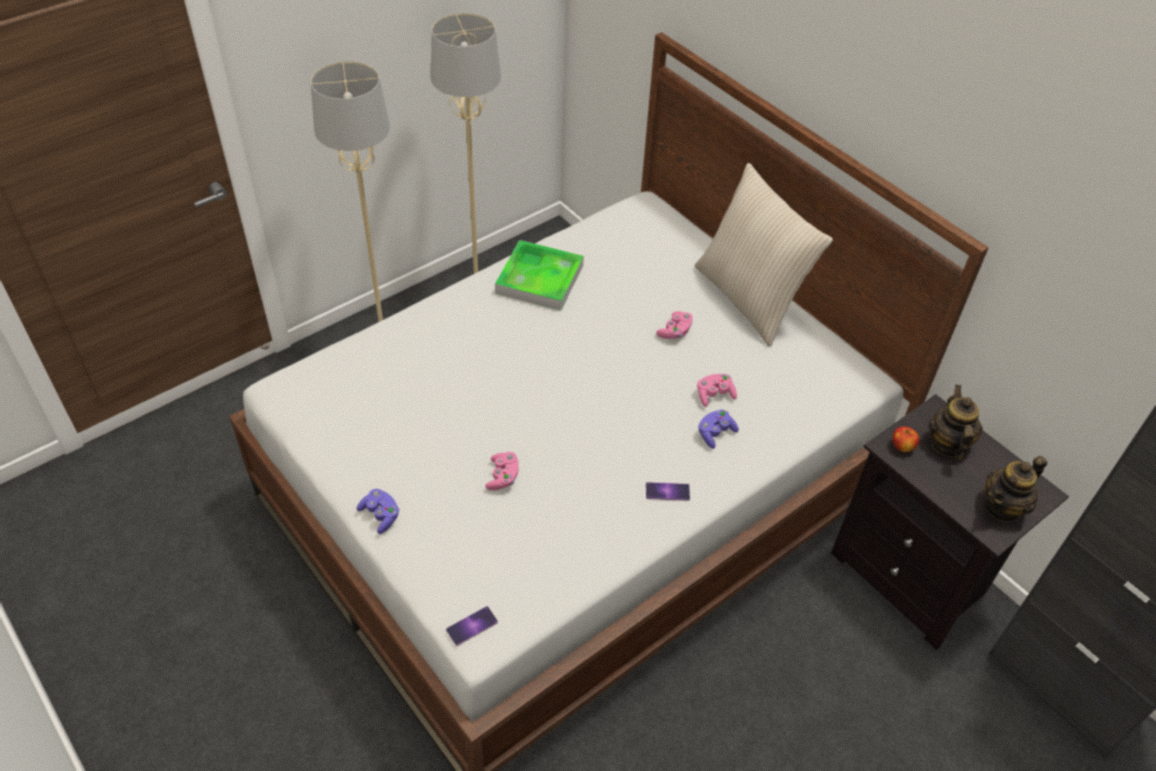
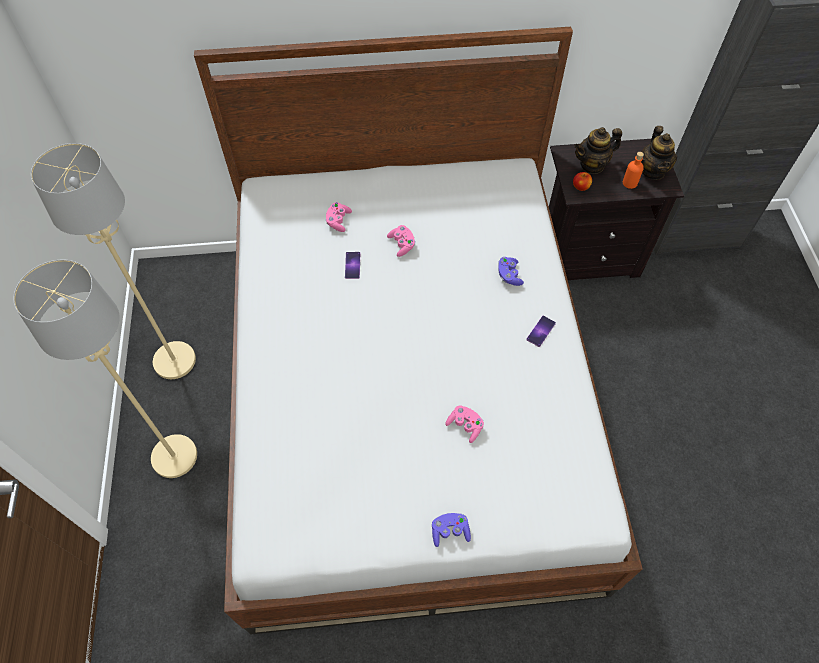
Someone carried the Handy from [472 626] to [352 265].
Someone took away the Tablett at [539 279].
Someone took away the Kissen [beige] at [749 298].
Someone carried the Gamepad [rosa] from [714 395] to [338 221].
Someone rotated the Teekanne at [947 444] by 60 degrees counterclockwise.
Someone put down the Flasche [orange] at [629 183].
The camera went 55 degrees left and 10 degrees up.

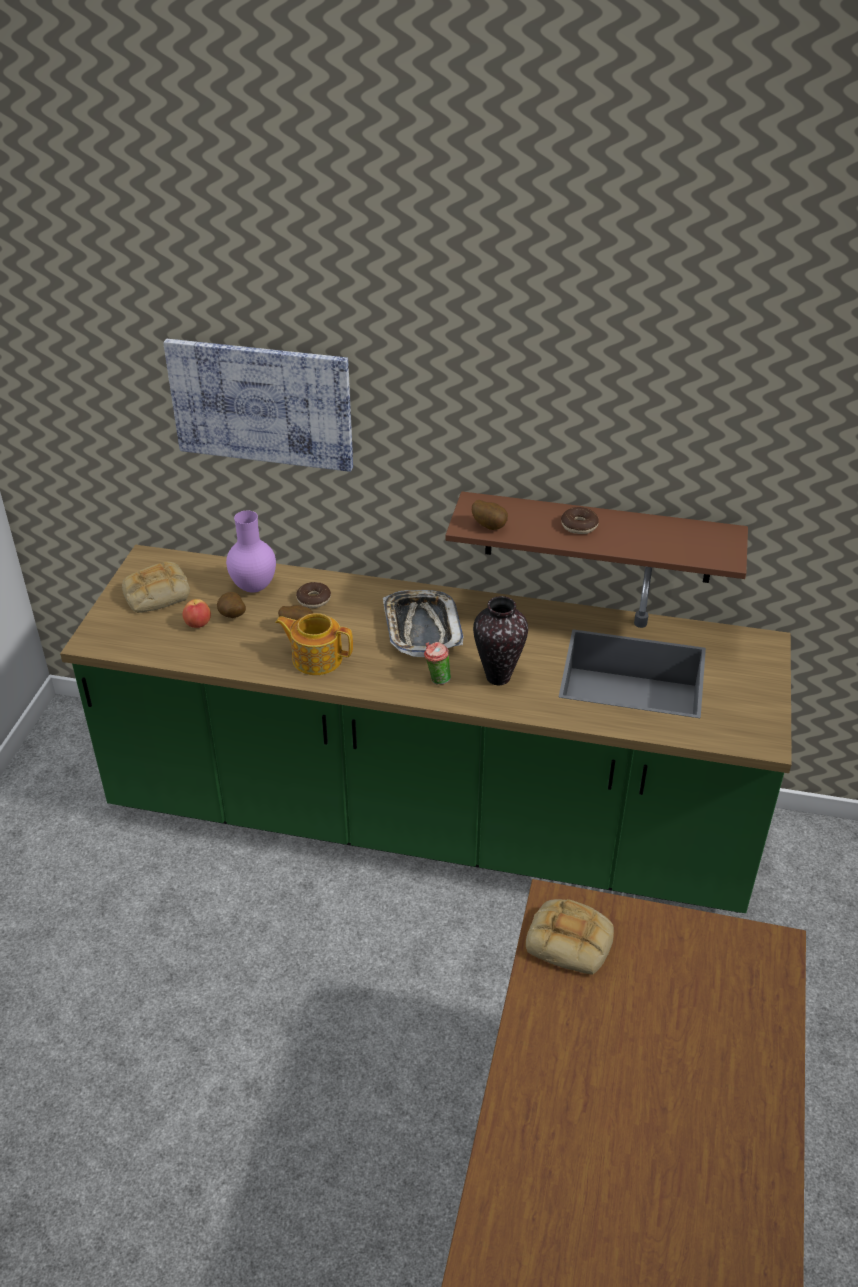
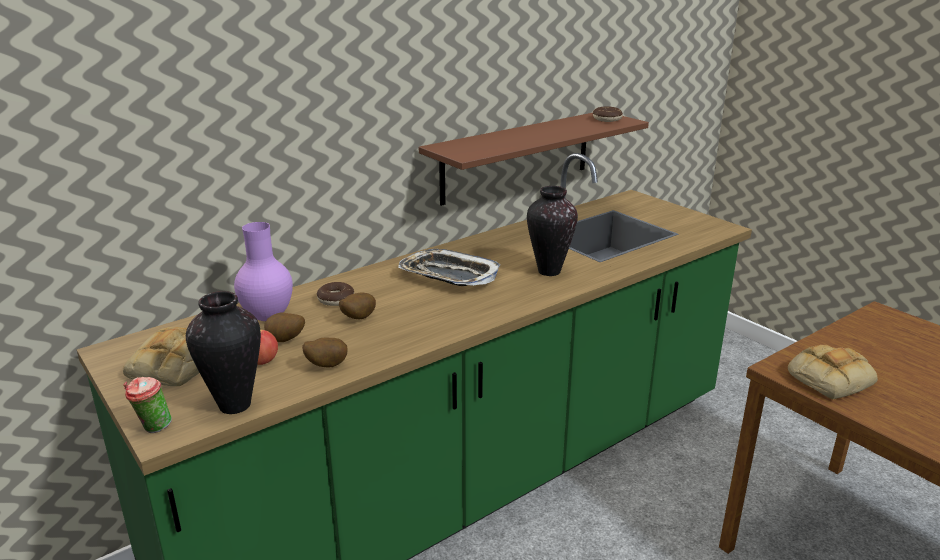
Someone took away the Bild at [262 403].
Someone took away the Teekanne at [316 658].
Someone carried the Tasse from [436 679] to [152 428].
Someone carried the Kartoffel from [490 526] to [326 365].
Someone carried the Donut from [579 526] to [607 119].
Someone put down the Vase at [233 406].
The camera went 50 degrees left and 15 degrees down.

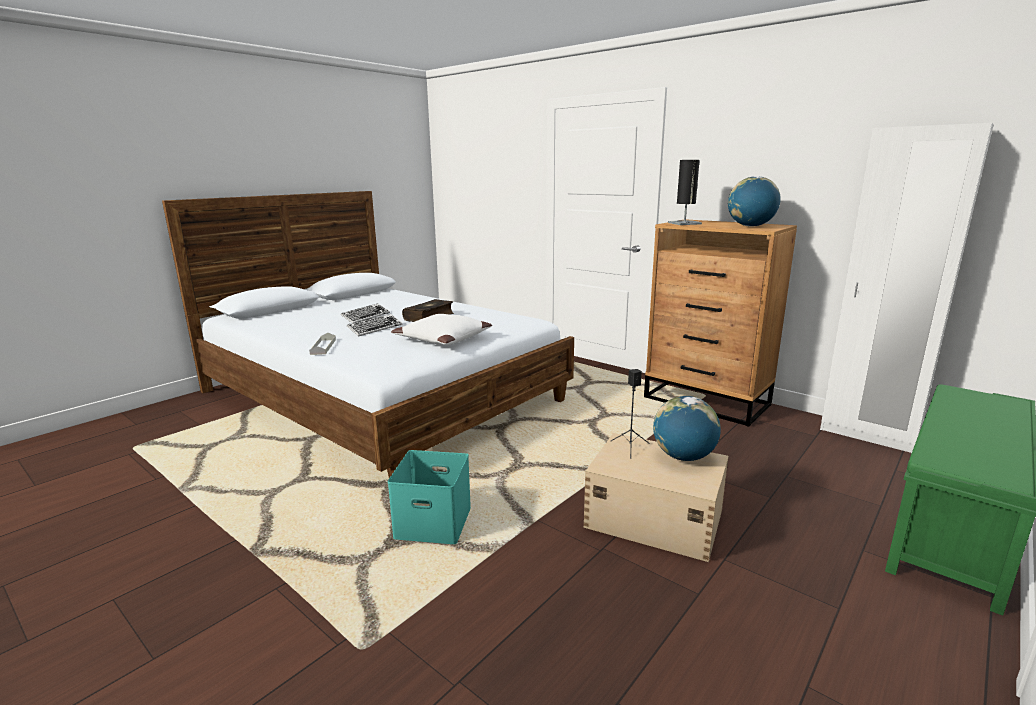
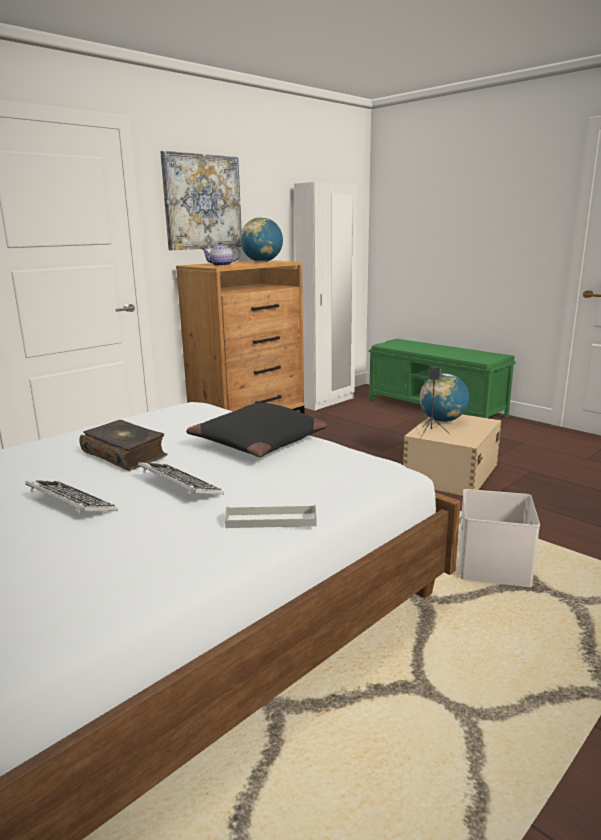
Someone repainted the Aufbewahrungsbox [türkis] at [431 524], which became the Aufbewahrungsbox [weiß] at [495 567].
Someone repainted the Kissen [weiß] at [442 339], which became the Kissen [schwarz] at [259 443].
Someone swapped the Tischlampe [schwarz] at [684 223] for the Teekanne at [221 265].
Someone put up the Bild at [202 202].
The camera went 85 degrees left and 0 degrees up.

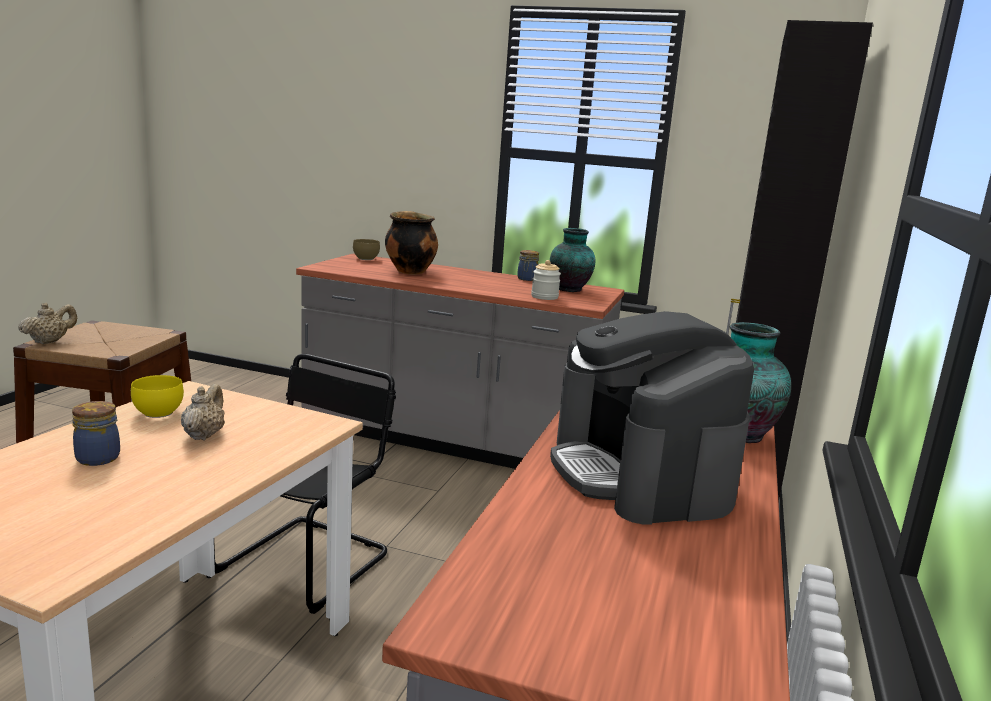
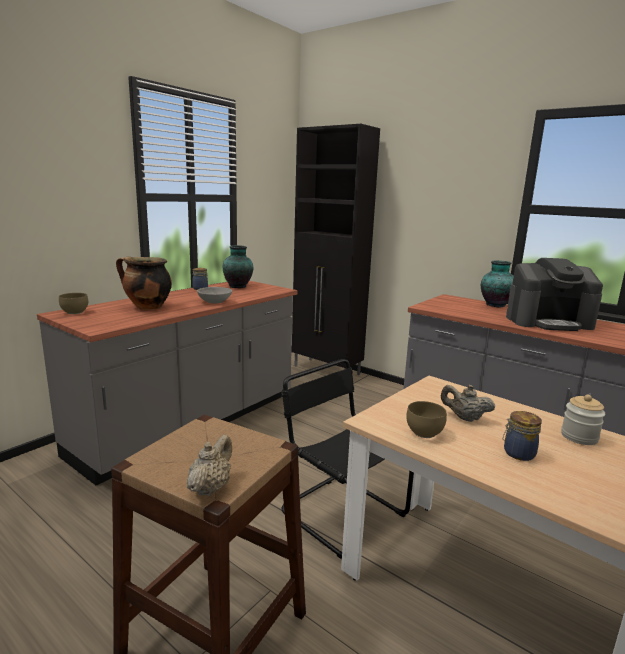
Someone rotated the Teekanne [beige] at [50 341] by 60 degrees clockwise.
Someone repainted the Schüssel [gelb] at [157 413], which became the Schüssel [braun] at [425 433].
Someone carried the Vorratsglas from [544 297] to [579 437].
Someone put down the Schüssel [grau] at [215 302].
The camera went 70 degrees left and 0 degrees up.

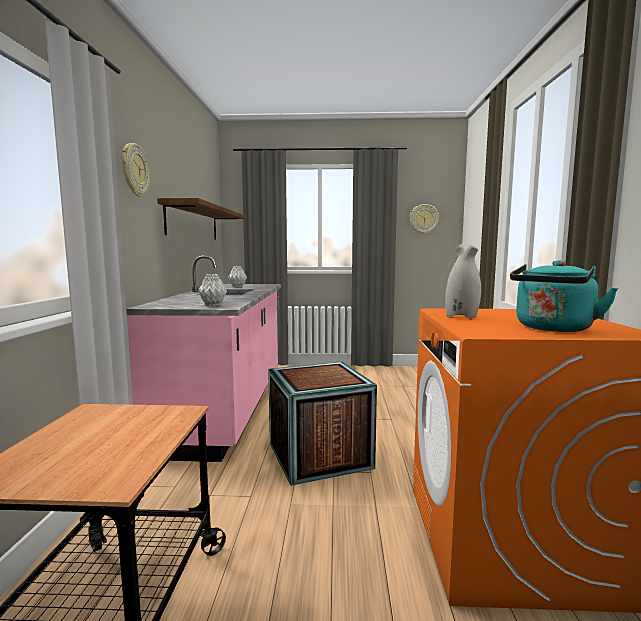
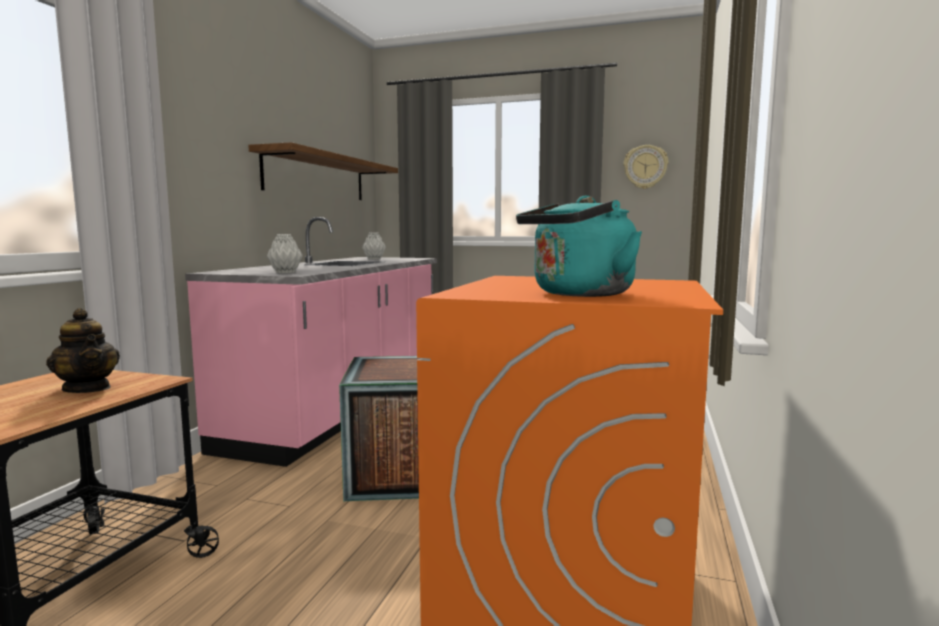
Someone took away the Wanduhr at [134 170].
Someone took away the Vase [weiß] at [461 317].
Someone put down the Teekanne at [88 388].
The camera went 15 degrees right and 0 degrees up.

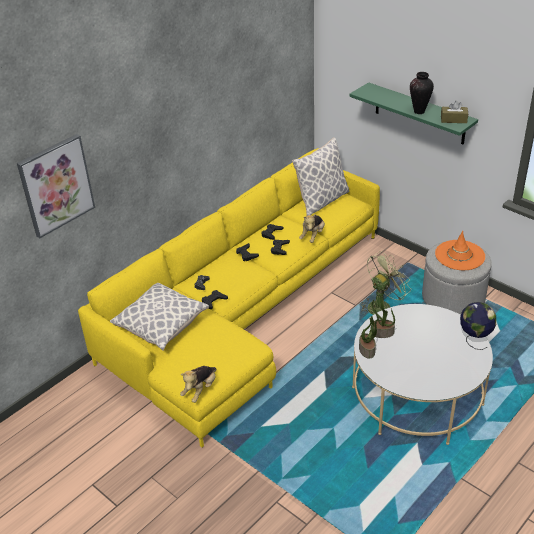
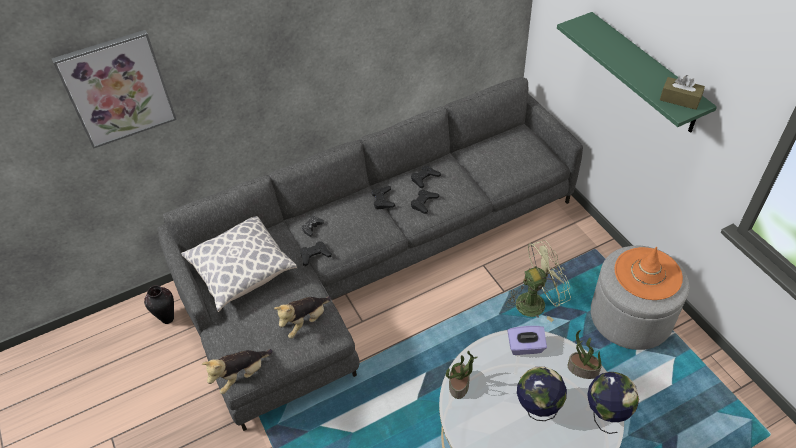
Someone repainted the Sofa [gelb] at [242 312], which became the Sofa [grau] at [369 262].
Someone took away the Kissen at [322 200].
Someone carried the Plüschtier from [313 236] to [305 321].
Someone carried the Topfpflanze from [381 333] to [582 369].
Someone carried the Vase from [419 112] to [167 319].
Someone put down the Taschentuchbox [lila] at [525 347].
Someone put down the Globus at [537 409].
The camera went 20 degrees right and 10 degrees up.

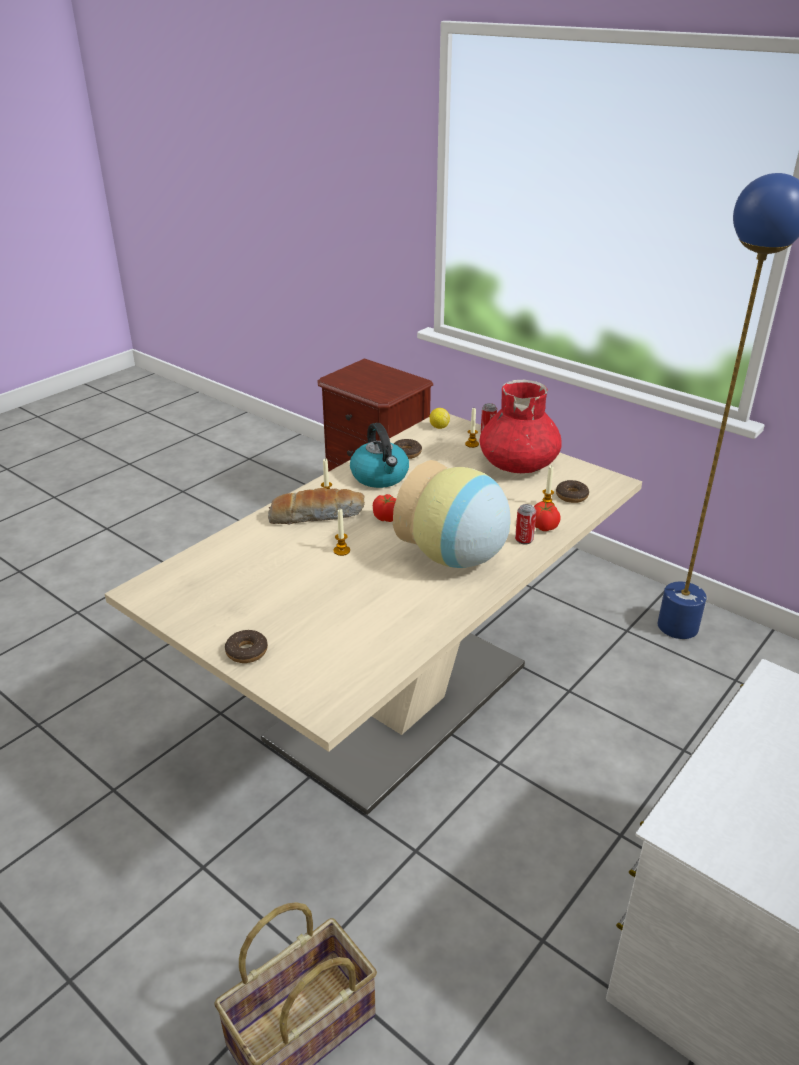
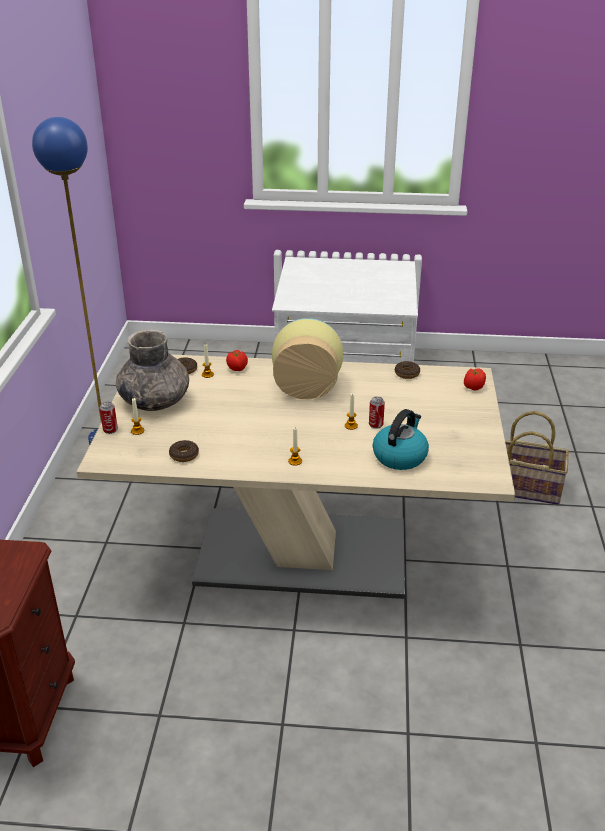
Someone carried the Donut from [247 651] to [407 373].
Someone took away the Brot at [317 515].
Someone carried the Wasserkessel from [380 477] to [400 456].
Someone carried the Tomate from [387 518] to [473 387].
Someone took away the Zitrone at [439 427].
Someone repainted the Vase [rot] at [519 464], which became the Vase [grau] at [154 401].
Someone carried the Dose from [524 540] to [376 425].
The camera went 125 degrees left and 0 degrees up.

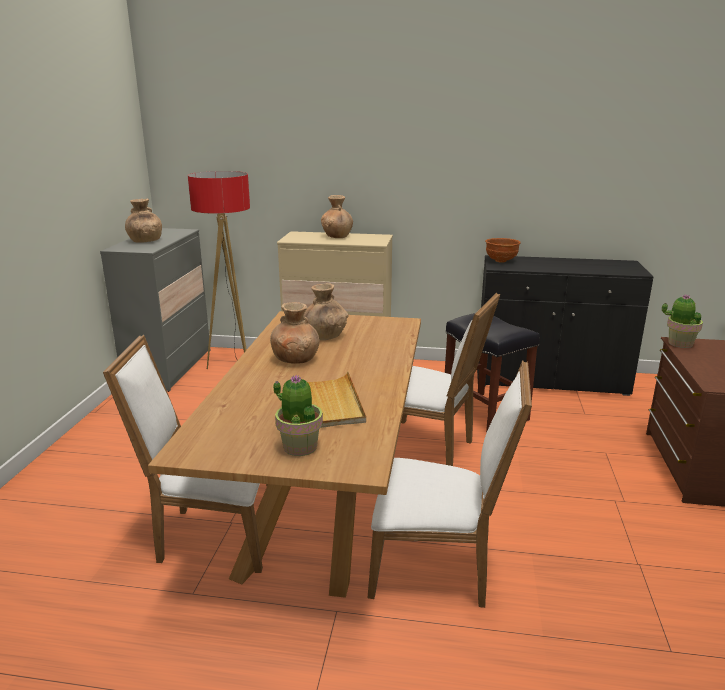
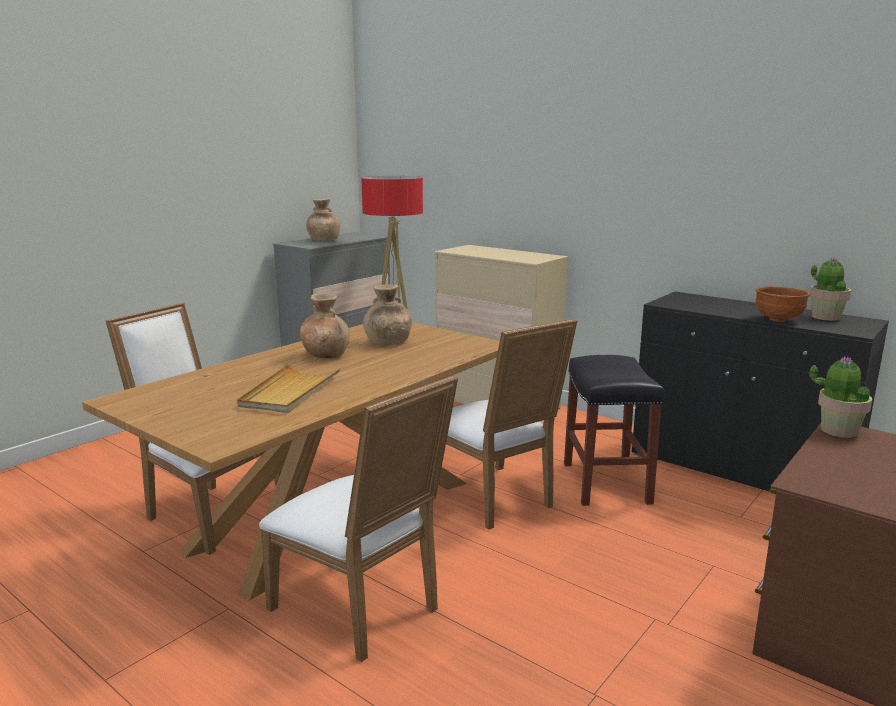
Someone carried the Topfpflanze from [300 446] to [826 317].
Someone took away the Vase [braun] at [337 236].
Someone carried the Schüssel [braun] from [501 261] to [779 320].
The camera went 30 degrees right and 5 degrees down.

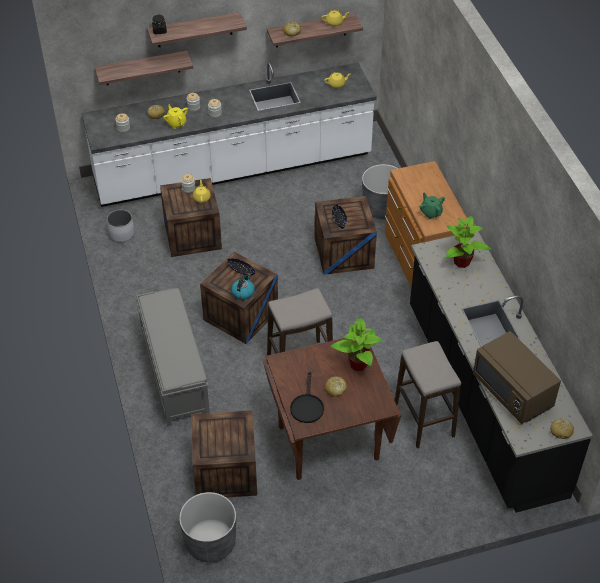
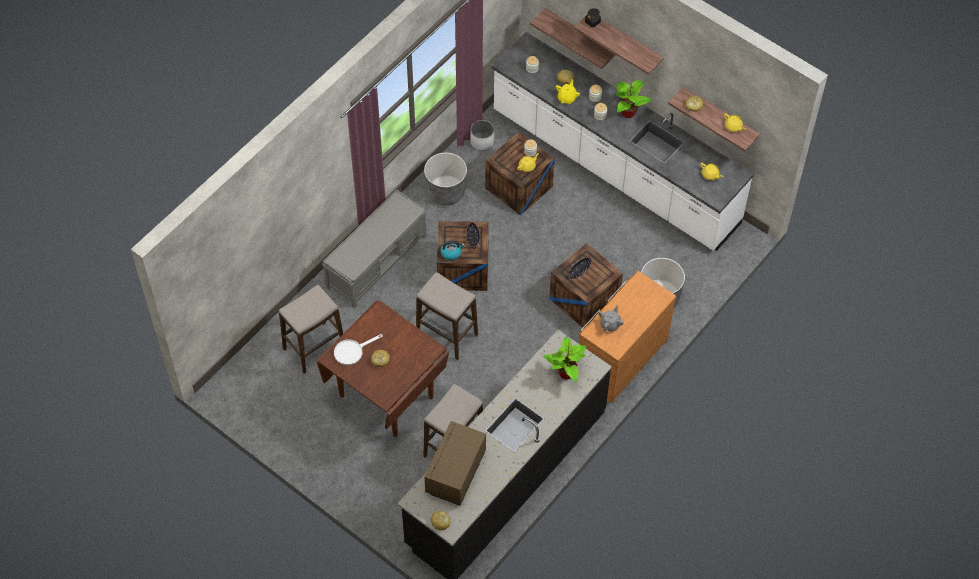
Someone carried the Pflanzkübel [grau] from [210 542] to [446 192].
Someone swapped the Kiste at [225 471] for the Hocker at [314 347].
Someone repainted the Pfanne [schwarz] at [307 406], which became the Pfanne [weiß] at [352 351].
Someone carried the Topfpflanze from [358 364] to [628 112].
Someone repainted the Teekanne [grün] at [431 212], which became the Teekanne [grau] at [610 324].
The camera went 55 degrees right and 10 degrees up.

